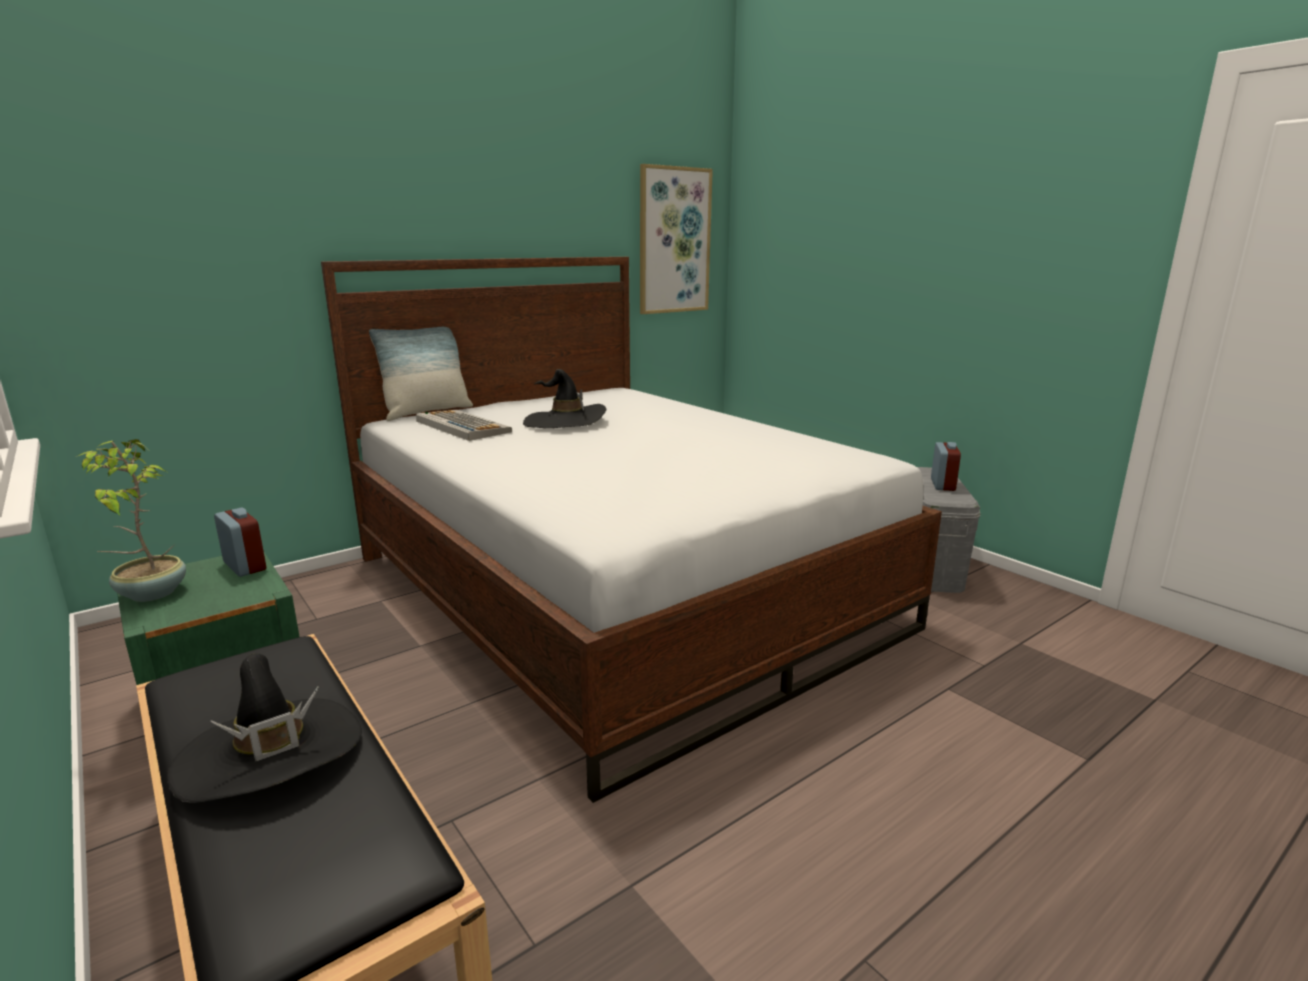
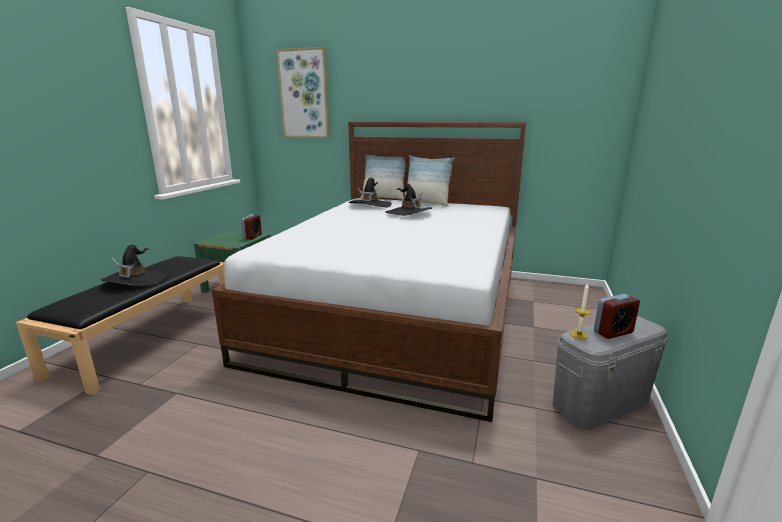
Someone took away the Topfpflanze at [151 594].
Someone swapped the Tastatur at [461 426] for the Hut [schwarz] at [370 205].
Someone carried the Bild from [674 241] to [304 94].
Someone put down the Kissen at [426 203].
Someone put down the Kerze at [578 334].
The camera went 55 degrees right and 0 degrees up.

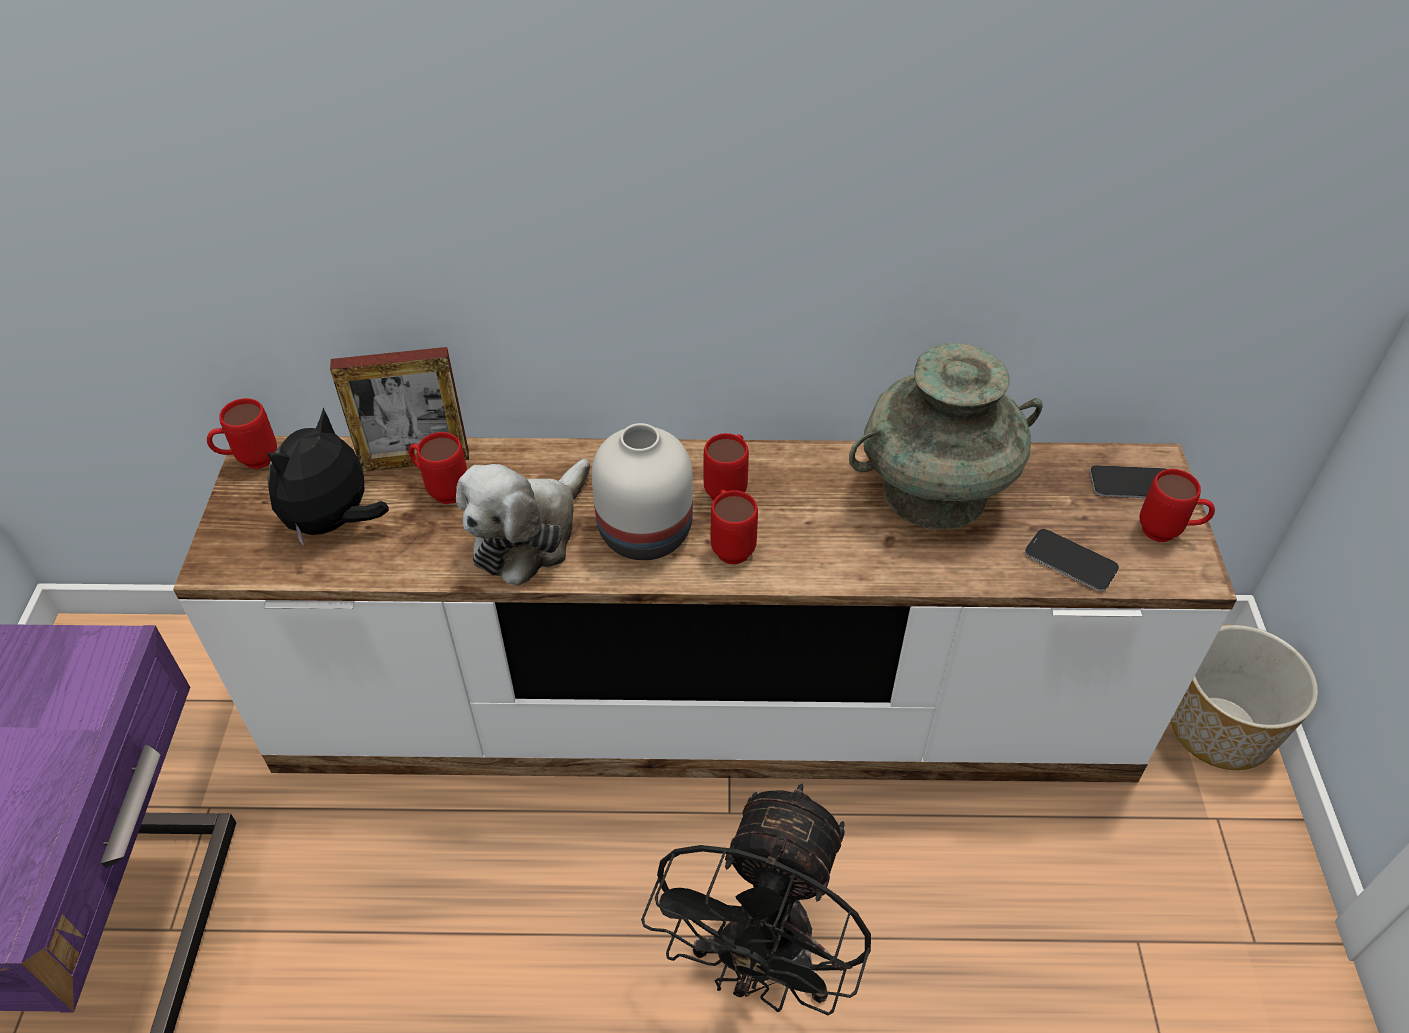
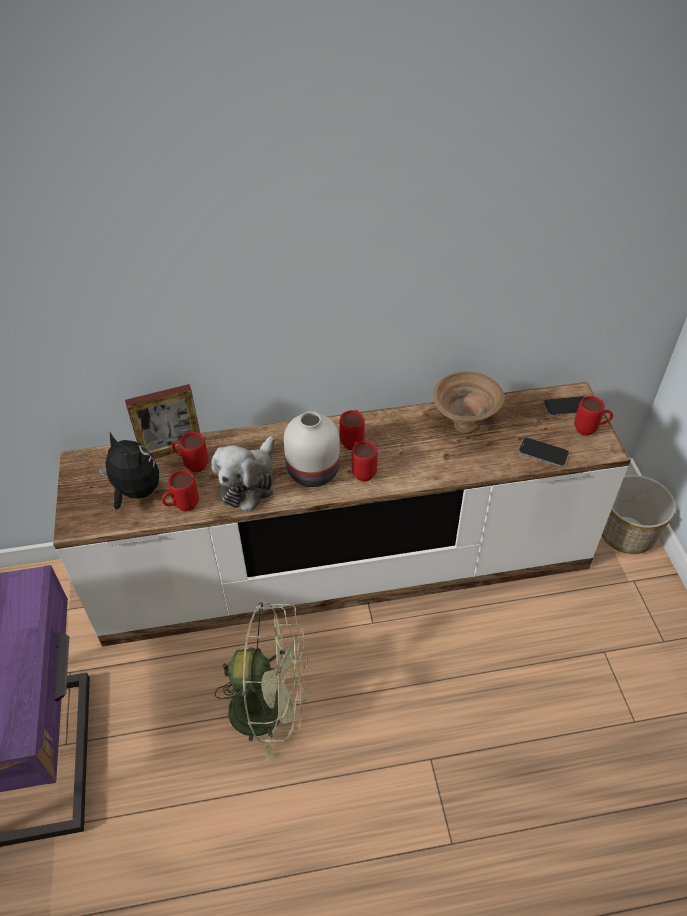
Someone carried the Henkelbecher [rot] from [250 461] to [182 507].
Someone rotated the Plüschtier at [334 522] by 105 degrees clockwise.
Someone took away the Ventilator [schwarz] at [762 963].
Someone swapped the Vase [türkis] at [934 492] for the Schüssel [braun] at [464 426].
Someone put down the Ventilator [grün] at [270 708].
The camera went 10 degrees left and 0 degrees up.

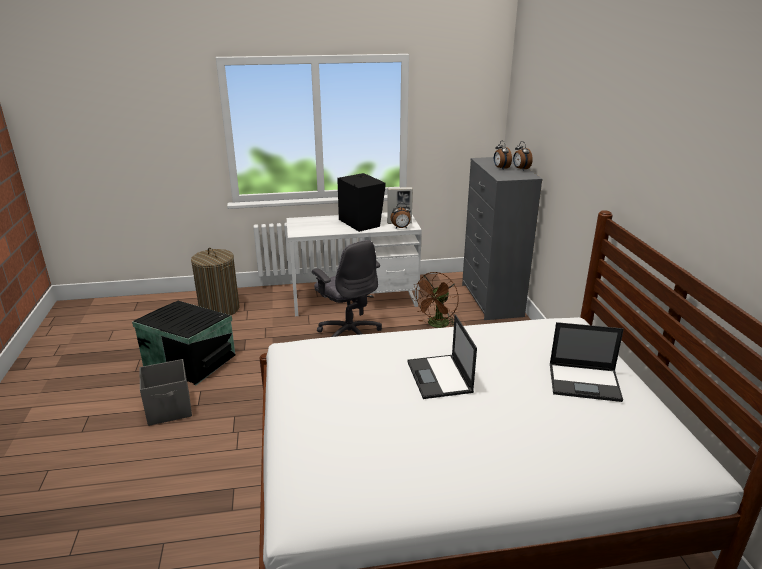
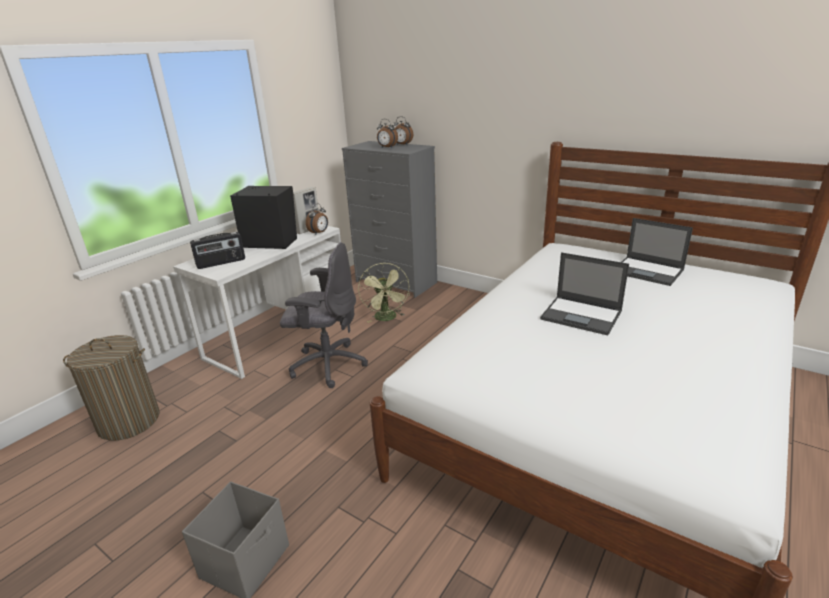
Someone took away the Aufbewahrungsbox [schwarz] at [190 360].
Someone repainted the Ventilator [braun] at [436 325], which became the Ventilator [grün] at [387 318].
Someone rotated the Laptop at [585 382] by 75 degrees clockwise.
Someone put down the Radio at [221 263].
The camera went 45 degrees left and 0 degrees up.

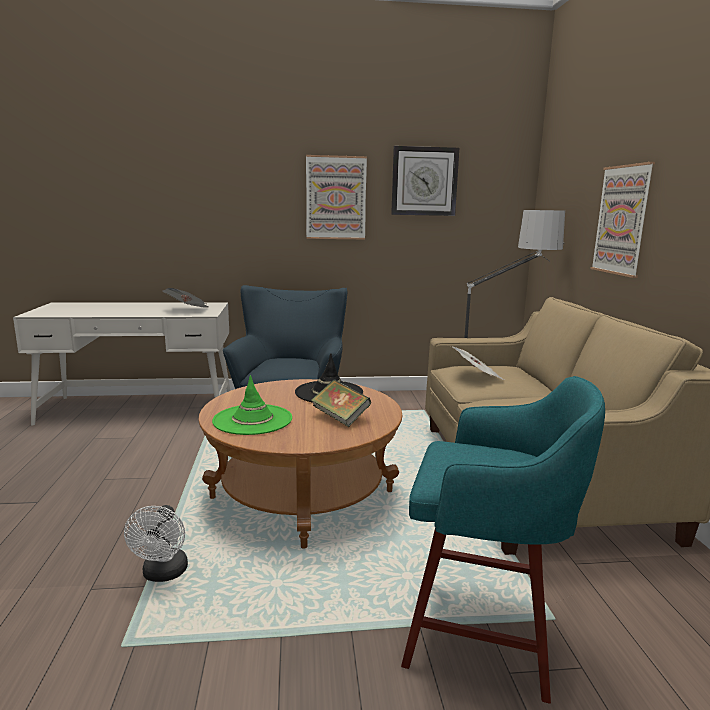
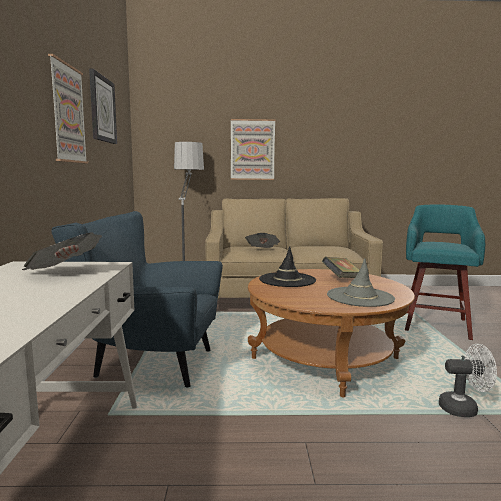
Someone repainted the Hut [grün] at [253 420], which became the Hut [grau] at [360 297].
The camera went 85 degrees left and 5 degrees down.

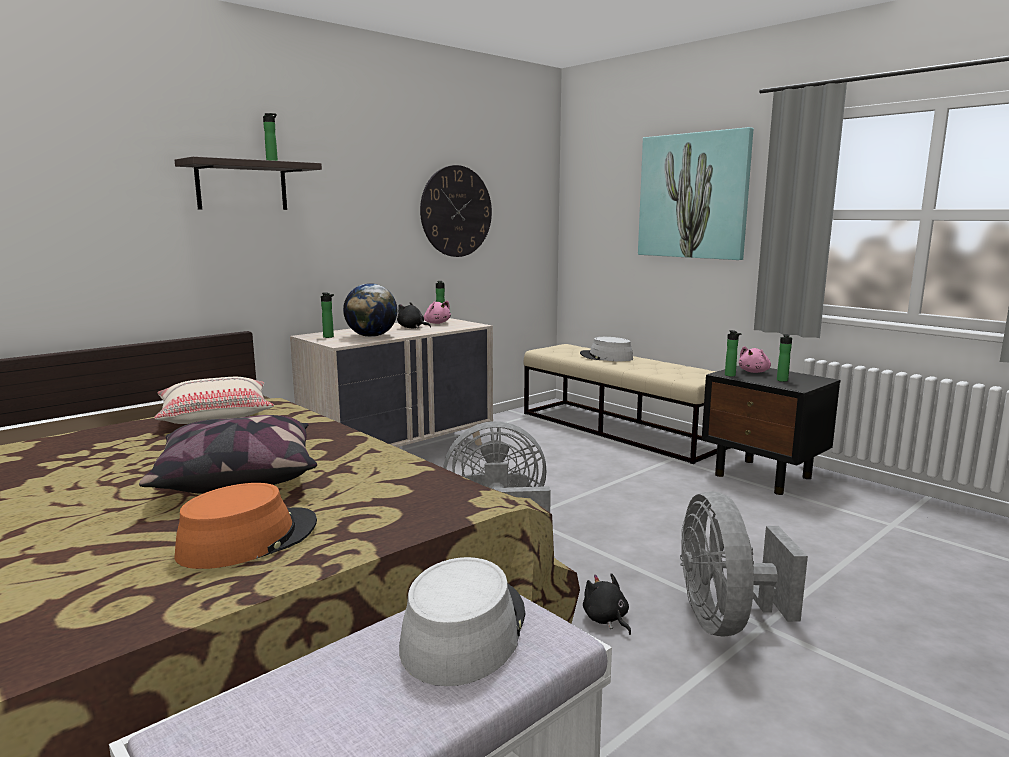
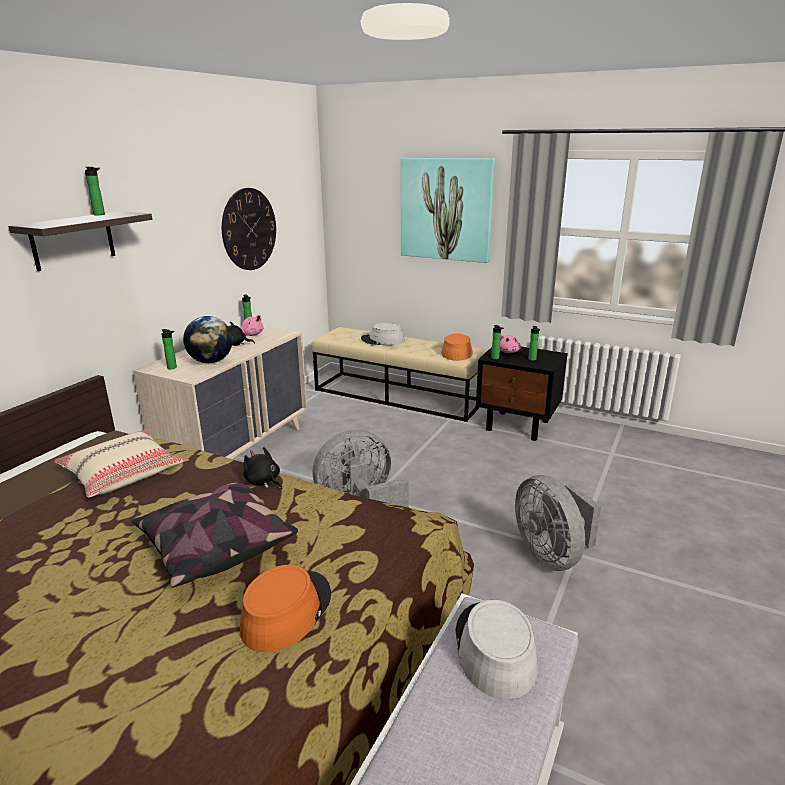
Someone carried the Plüschtier [schwarz] from [606 619] to [263 482].
Someone put down the Hut [orange] at [456 352].
The camera went 20 degrees left and 10 degrees up.

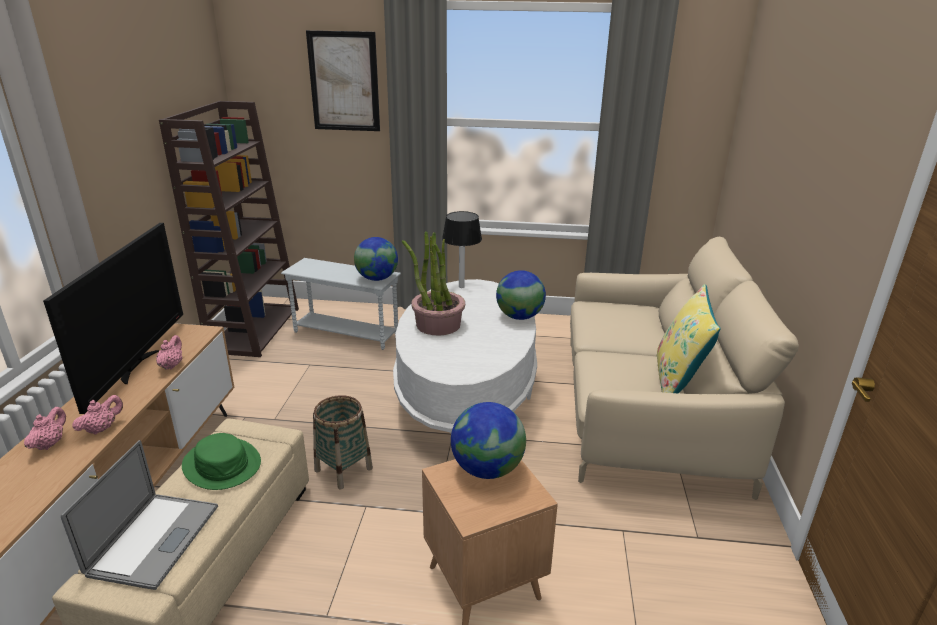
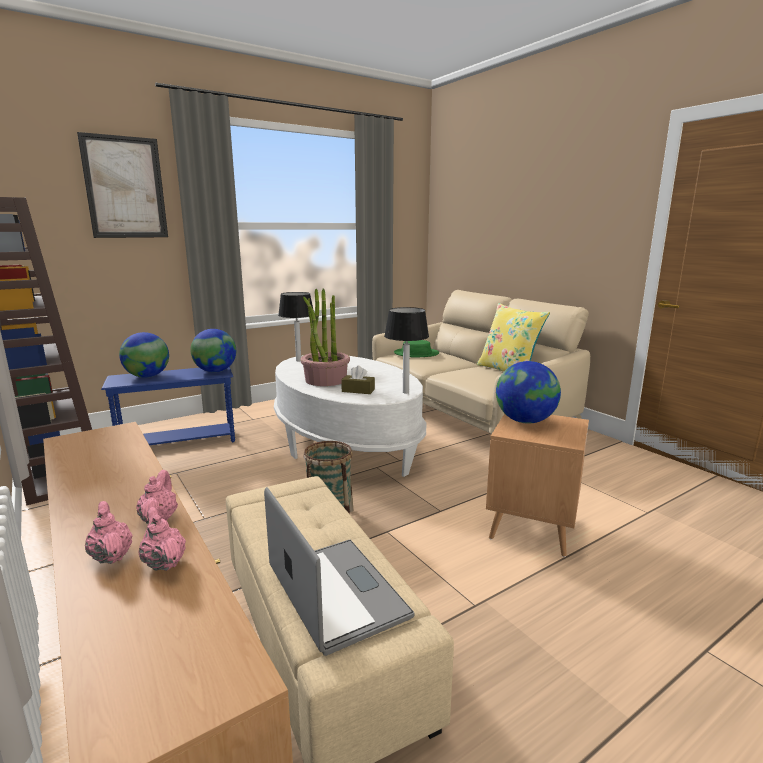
Someone took away the Fernseher at [137 366].
Someone carried the Teekanne [rosa] from [171 365] to [164 562].
Someone carried the Hut [grün] from [222 464] to [416 353].
Someone repainted the Beistelltisch [weiß] at [346 333], which became the Beistelltisch [blau] at [178 443].
Someone carried the Globus from [519 317] to [147 376].
Someone put down the Taschentuchbox [braun] at [358 390].
Someone put down the Tischlampe at [406 392].
The camera went 40 degrees left and 10 degrees down.

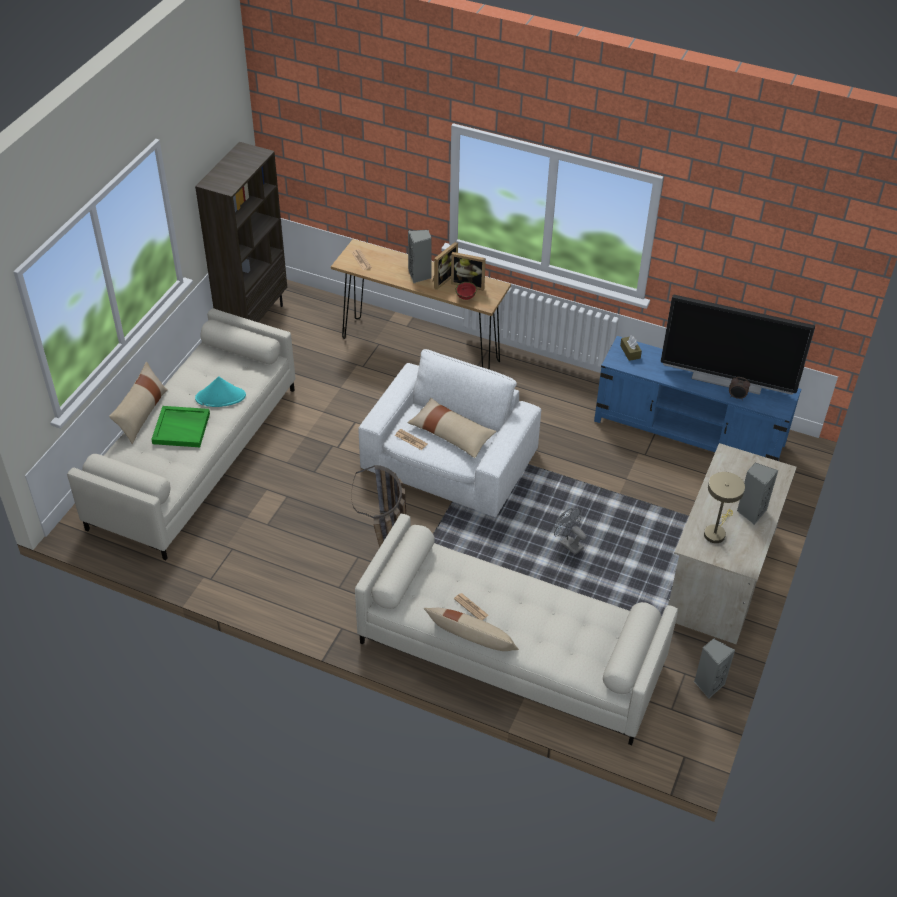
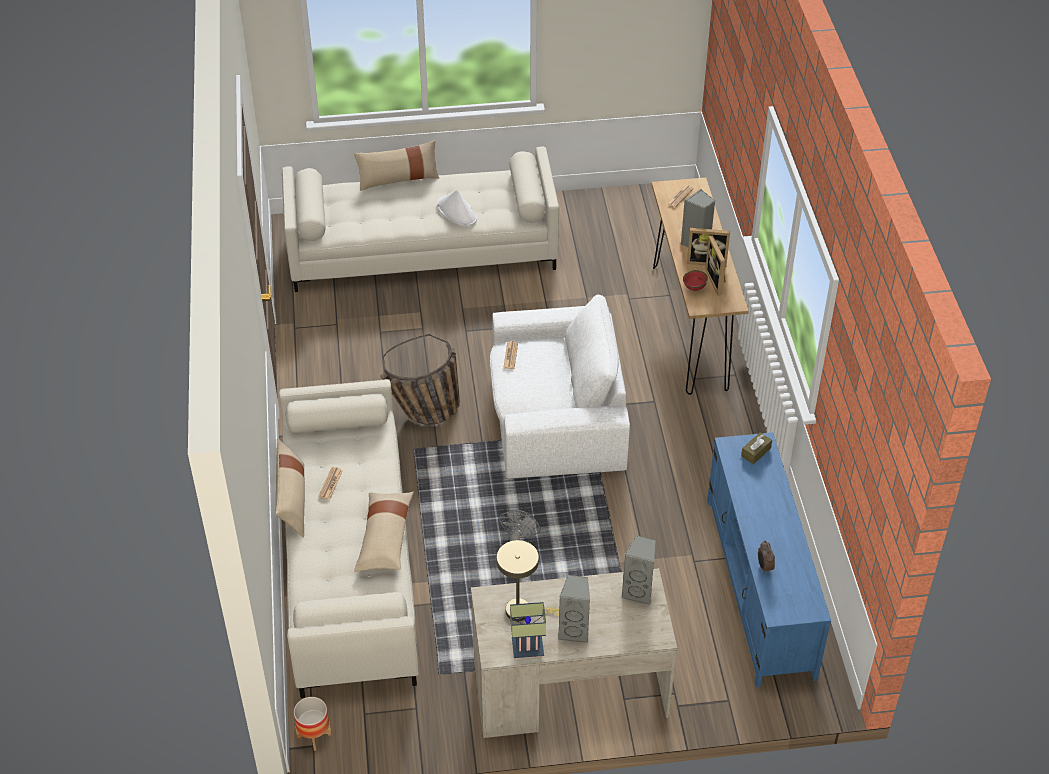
Someone took away the Tablett [grün] at [182 428].
Someone took away the Bücherregal [braun] at [253 319].
Someone repainted the Hut [türkis] at [221 397], which became the Hut [weiß] at [457 212].
Someone carried the Kissen [beige] from [451 434] to [385 538].
Someone took away the Fernseher at [727 379].
Someone carried the Lautsprecher [grau] from [708 684] to [639 591].
Someone put down the Pflanzkübel at [314 735].
Someone put down the Tischlampe at [529 647].
The camera went 60 degrees right and 0 degrees up.

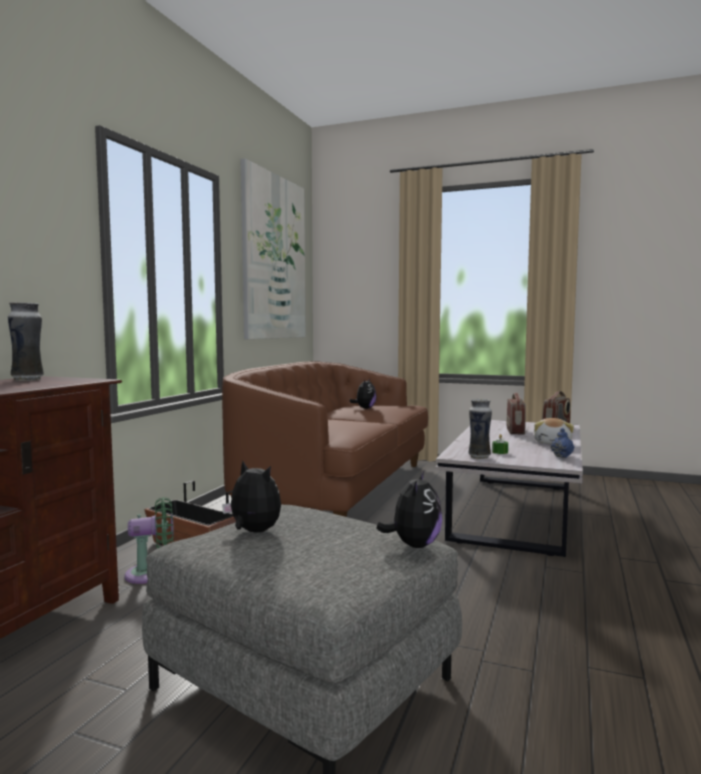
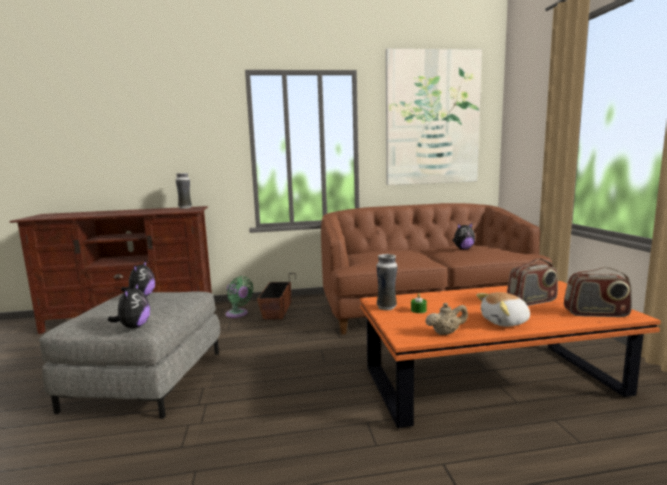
Someone rotated the Plüschtier at [413 545] by 75 degrees counterclockwise.
Someone repainted the Couchtisch [weiß] at [515 511], which became the Couchtisch [orange] at [491 382].
Someone repainted the Teekanne [blau] at [561 456], which became the Teekanne [beige] at [446 333].
The camera went 60 degrees right and 5 degrees up.

